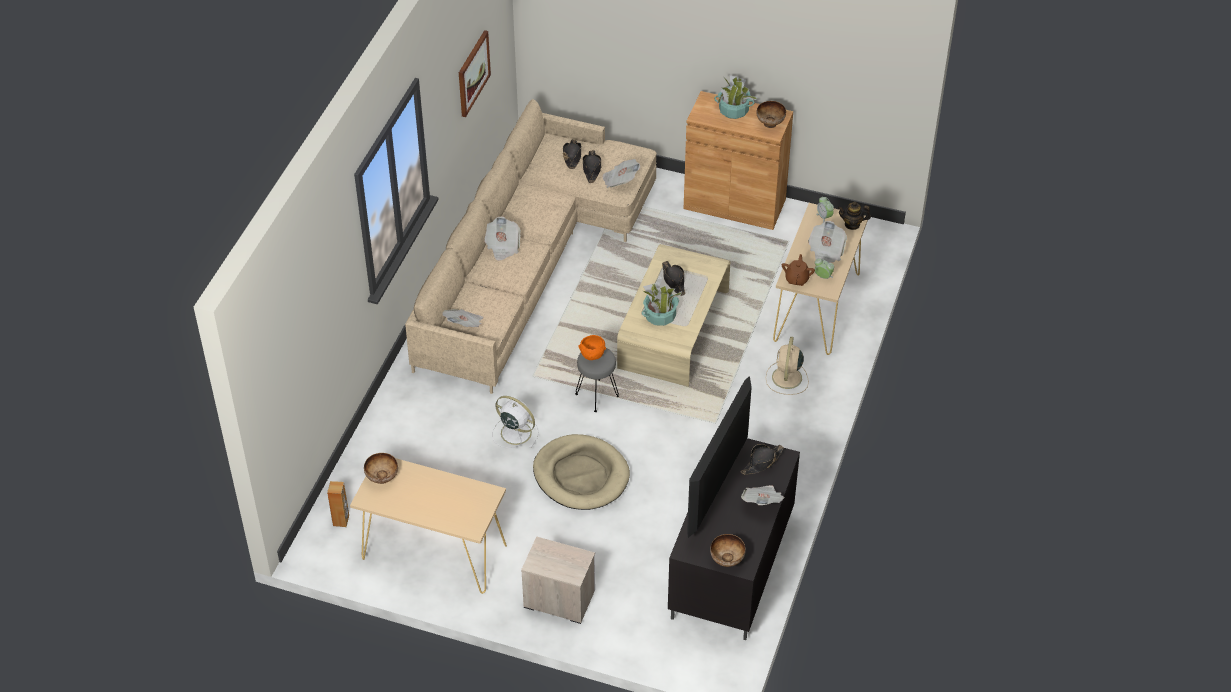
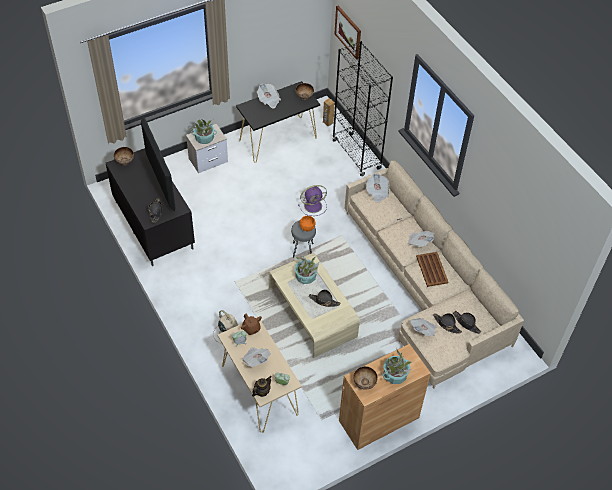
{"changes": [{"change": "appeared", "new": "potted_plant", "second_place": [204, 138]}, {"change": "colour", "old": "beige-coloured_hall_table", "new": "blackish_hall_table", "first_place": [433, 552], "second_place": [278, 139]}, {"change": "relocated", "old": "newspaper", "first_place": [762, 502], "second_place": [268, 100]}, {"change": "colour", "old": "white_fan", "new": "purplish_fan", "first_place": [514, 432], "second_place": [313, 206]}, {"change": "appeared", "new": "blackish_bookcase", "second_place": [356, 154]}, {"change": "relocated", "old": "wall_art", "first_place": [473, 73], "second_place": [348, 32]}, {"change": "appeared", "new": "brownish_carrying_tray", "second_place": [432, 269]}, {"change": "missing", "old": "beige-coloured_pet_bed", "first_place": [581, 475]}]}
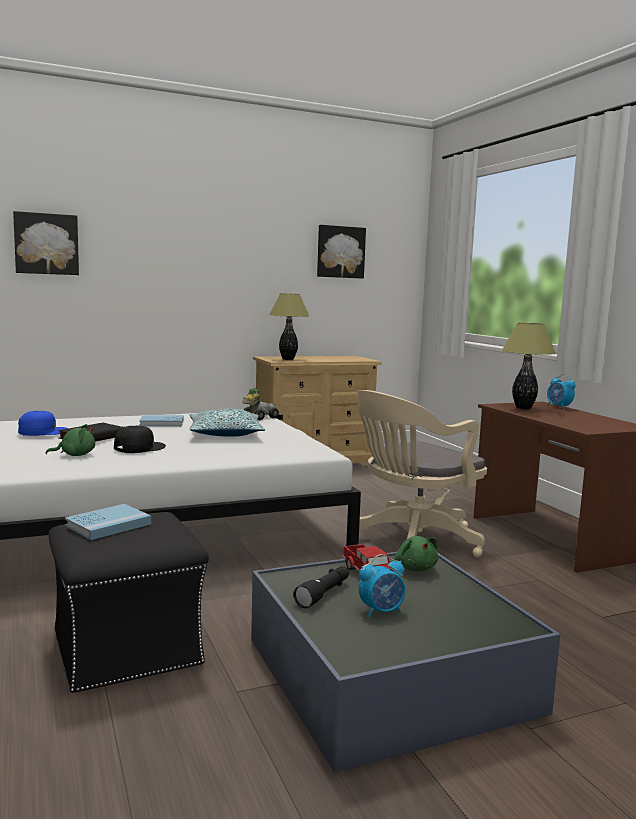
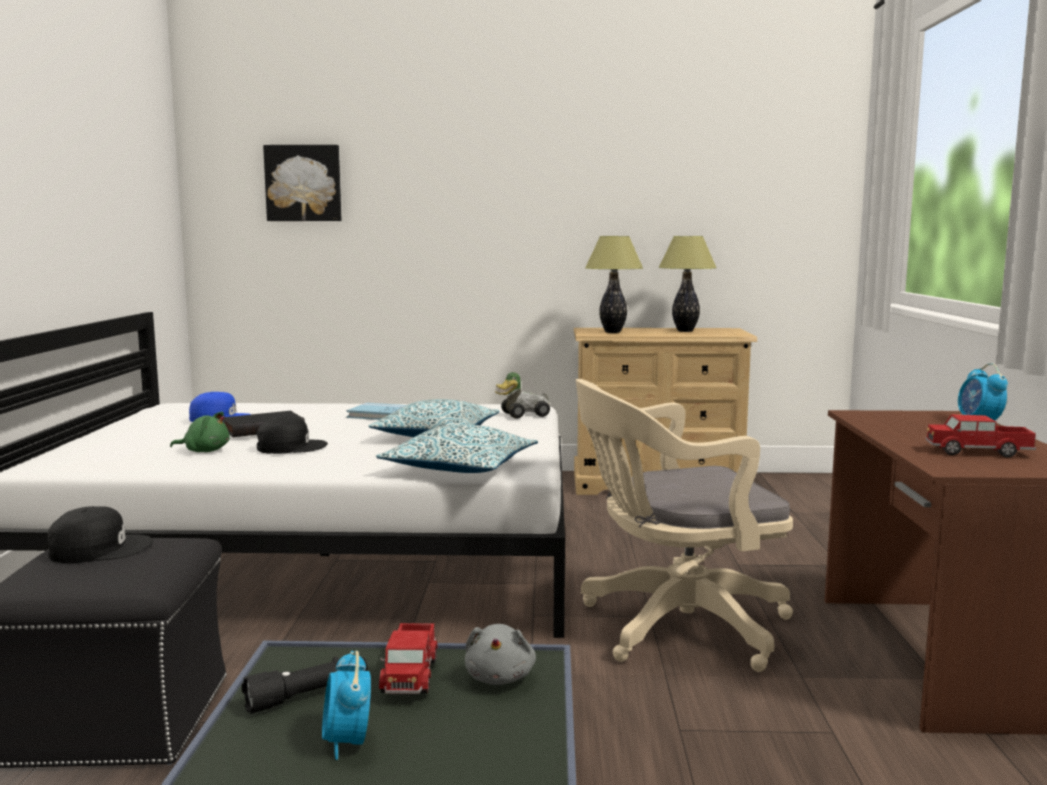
{"changes": [{"change": "exchanged", "old": "blue_volume", "new": "blackish_peaked_cap", "first_place": [108, 525], "second_place": [99, 548]}, {"change": "spun", "old": "alarm_clock", "first_place": [381, 611], "second_place": [347, 742], "degrees": 75}, {"change": "appeared", "new": "pillow", "second_place": [459, 468]}, {"change": "colour", "old": "green_plush_toy", "new": "greyish_plush_toy", "first_place": [414, 568], "second_place": [500, 677]}, {"change": "relocated", "old": "lamp_for_a_table", "first_place": [523, 408], "second_place": [685, 331]}, {"change": "appeared", "new": "toy_lorry", "second_place": [978, 452]}, {"change": "missing", "old": "wall_art", "first_place": [340, 252]}]}
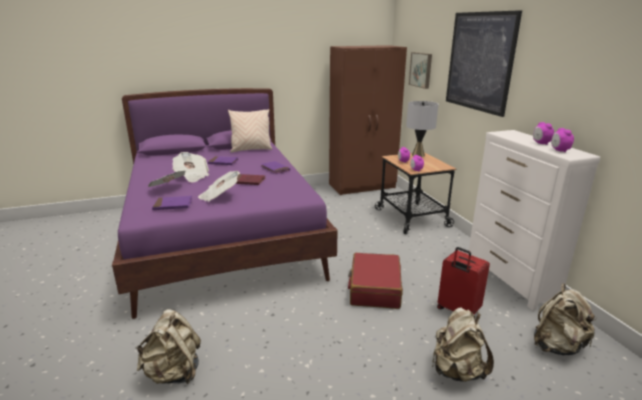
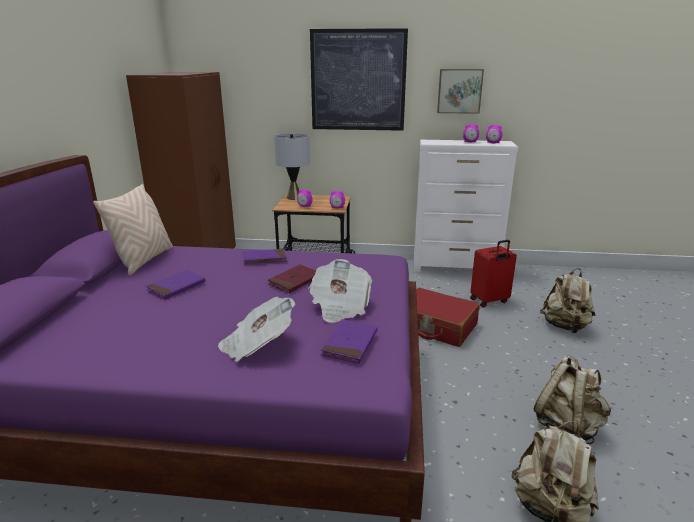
{"changes": [{"change": "relocated", "old": "wall_art", "first_place": [421, 70], "second_place": [459, 91]}, {"change": "relocated", "old": "beige-coloured_backpack", "first_place": [557, 346], "second_place": [567, 426]}, {"change": "missing", "old": "newspaper", "first_place": [192, 176]}]}
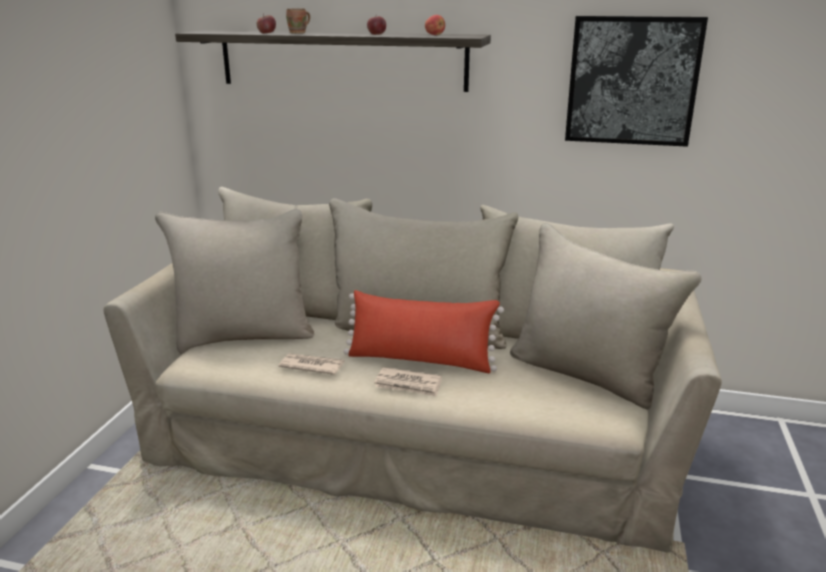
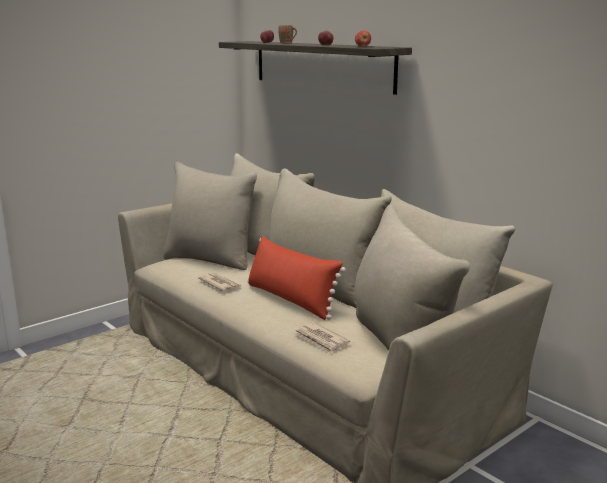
{"changes": [{"change": "relocated", "old": "newspaper", "first_place": [408, 385], "second_place": [321, 340]}, {"change": "missing", "old": "wall_art", "first_place": [632, 81]}]}
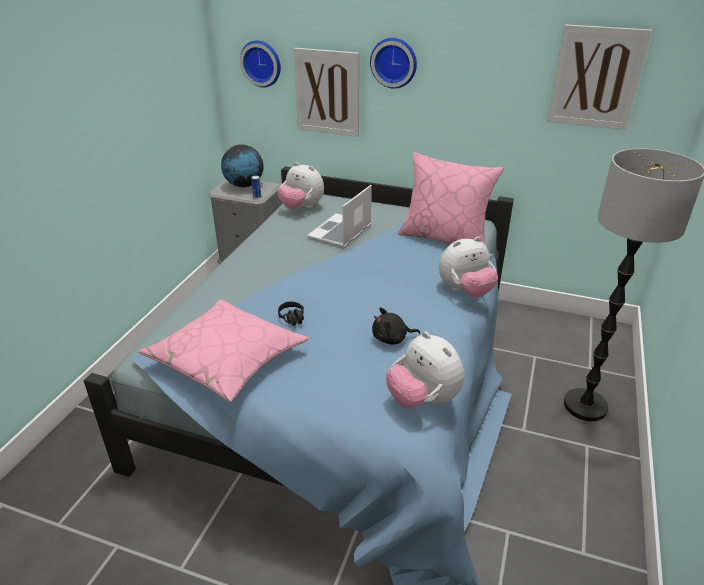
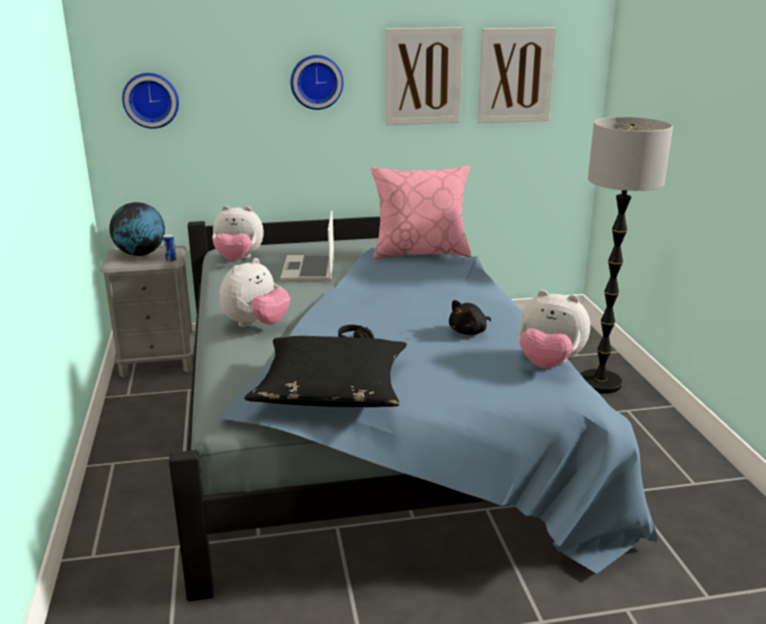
{"changes": [{"change": "relocated", "old": "plush_toy", "first_place": [465, 291], "second_place": [256, 325]}, {"change": "colour", "old": "pink-coloured_pillow", "new": "blackish_pillow", "first_place": [227, 359], "second_place": [331, 388]}, {"change": "relocated", "old": "wall_art", "first_place": [327, 92], "second_place": [423, 76]}]}
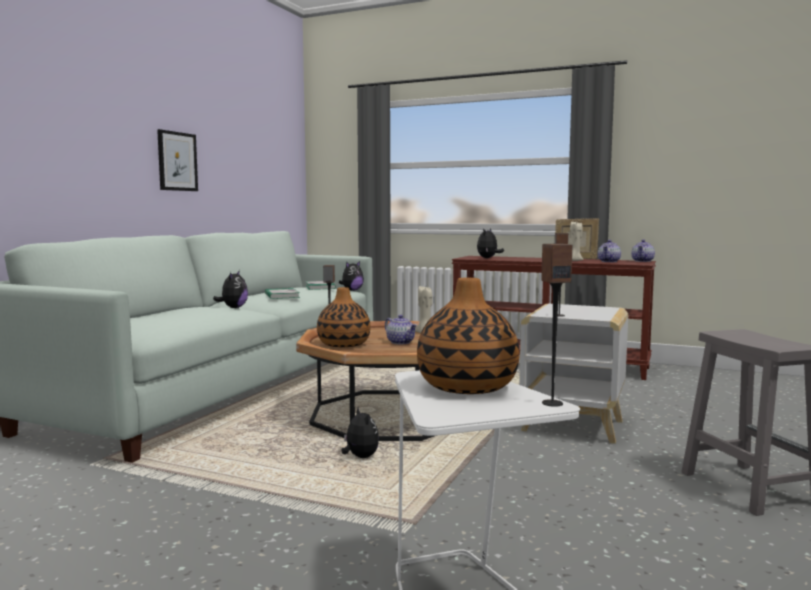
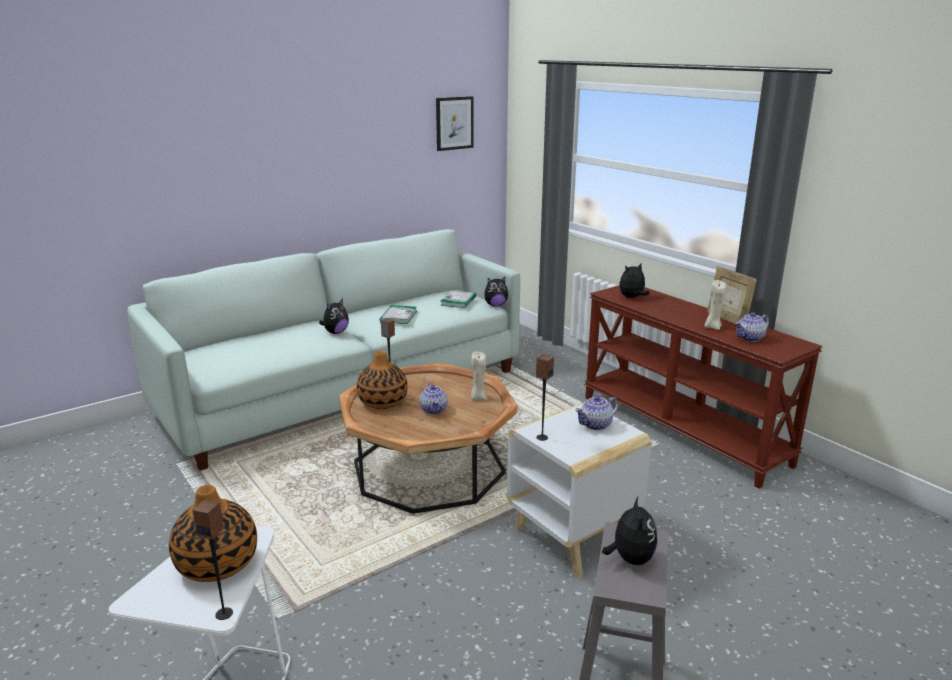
{"changes": [{"change": "relocated", "old": "wall_art", "first_place": [177, 161], "second_place": [454, 123]}, {"change": "relocated", "old": "teapot", "first_place": [643, 261], "second_place": [596, 425]}, {"change": "relocated", "old": "plush_toy", "first_place": [360, 457], "second_place": [630, 559]}]}
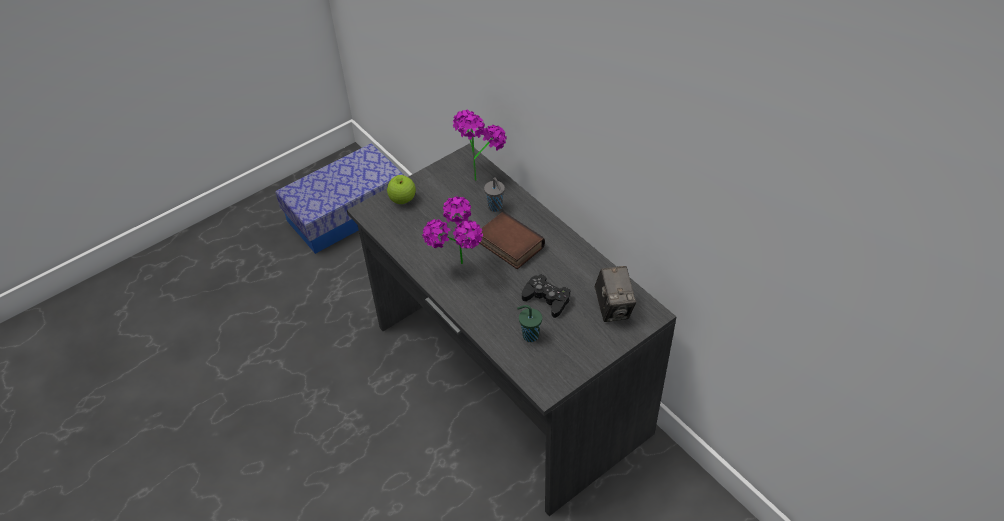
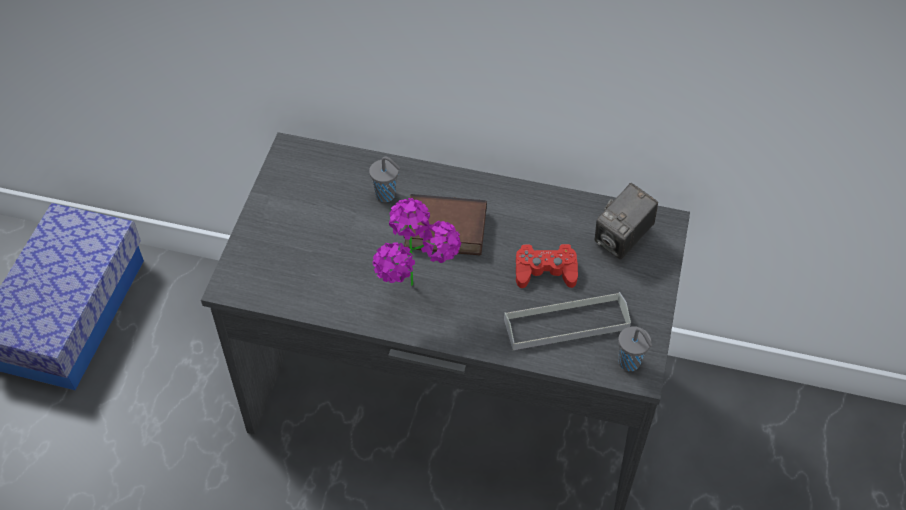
{"changes": [{"change": "exchanged", "old": "green_cup", "new": "greyish_carrying_tray", "first_place": [529, 335], "second_place": [566, 324]}, {"change": "colour", "old": "blackish_game_controller", "new": "red_game_controller", "first_place": [546, 299], "second_place": [545, 271]}, {"change": "spun", "old": "still_camera", "first_place": [613, 308], "second_place": [622, 239], "degrees": 90}, {"change": "appeared", "new": "greyish_cup", "second_place": [630, 363]}, {"change": "missing", "old": "apple_fruit", "first_place": [403, 199]}, {"change": "missing", "old": "potted_plant", "first_place": [479, 174]}]}
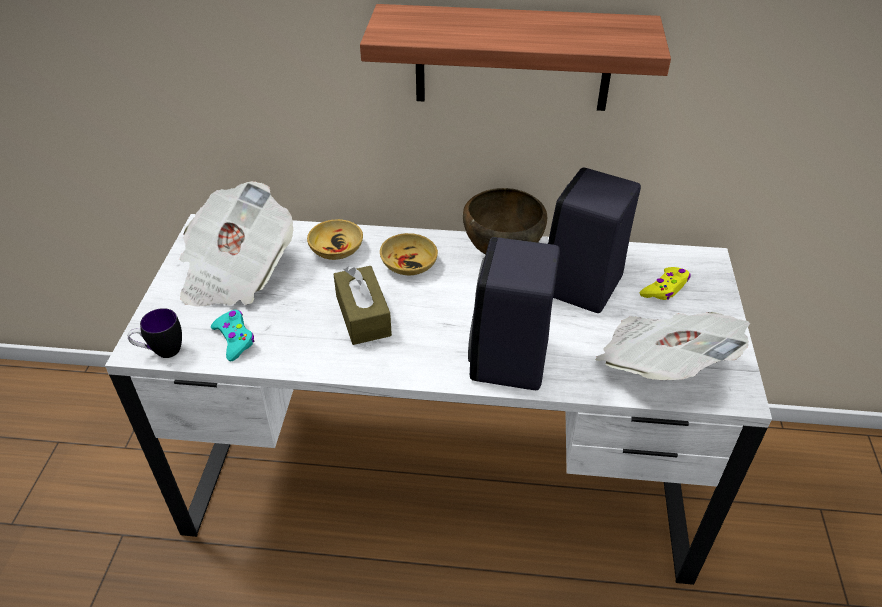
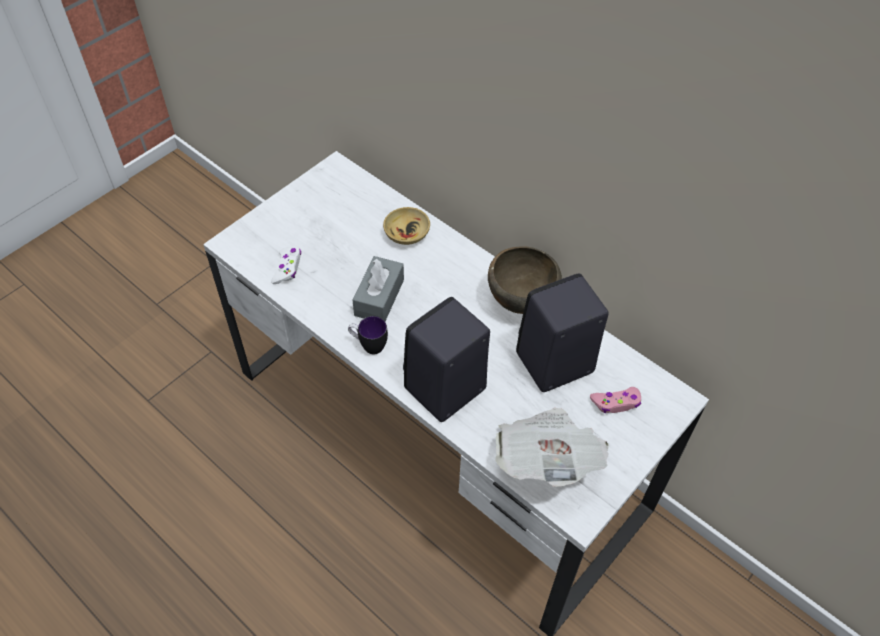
{"changes": [{"change": "colour", "old": "blue-green_game_controller", "new": "white_game_controller", "first_place": [234, 339], "second_place": [287, 268]}, {"change": "relocated", "old": "coffee_mug", "first_place": [161, 352], "second_place": [368, 345]}, {"change": "colour", "old": "brownish_box_of_tissues", "new": "greyish_box_of_tissues", "first_place": [363, 316], "second_place": [379, 297]}, {"change": "colour", "old": "yellowish_game_controller", "new": "pink-coloured_game_controller", "first_place": [665, 289], "second_place": [616, 403]}, {"change": "missing", "old": "newspaper", "first_place": [236, 272]}, {"change": "missing", "old": "shelf", "first_place": [513, 58]}, {"change": "missing", "old": "beige-coloured_bowl", "first_place": [409, 264]}]}
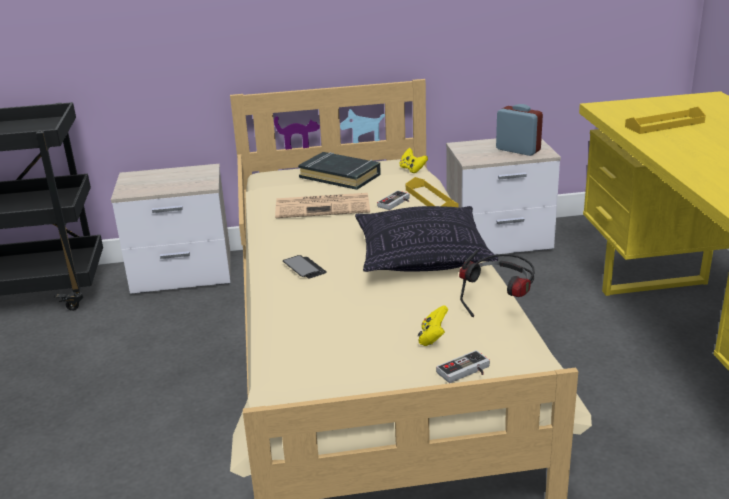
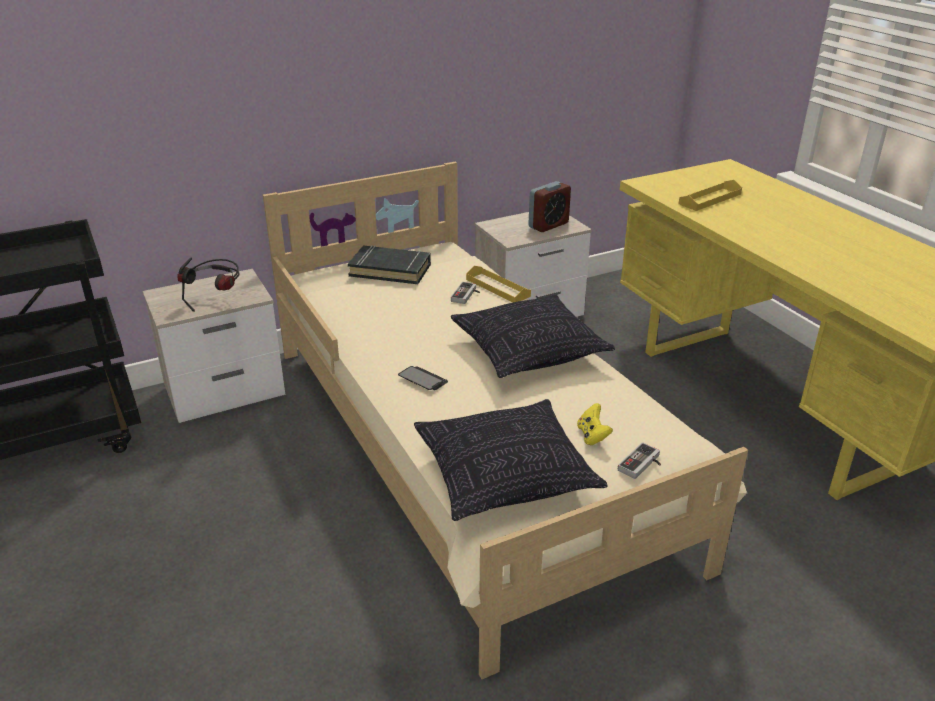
{"changes": [{"change": "relocated", "old": "headset", "first_place": [500, 307], "second_place": [217, 302]}, {"change": "appeared", "new": "pillow", "second_place": [505, 476]}, {"change": "spun", "old": "alarm_clock", "first_place": [518, 150], "second_place": [548, 225], "degrees": 120}, {"change": "missing", "old": "newspaper", "first_place": [324, 206]}, {"change": "missing", "old": "yellowish_game_controller", "first_place": [412, 169]}]}
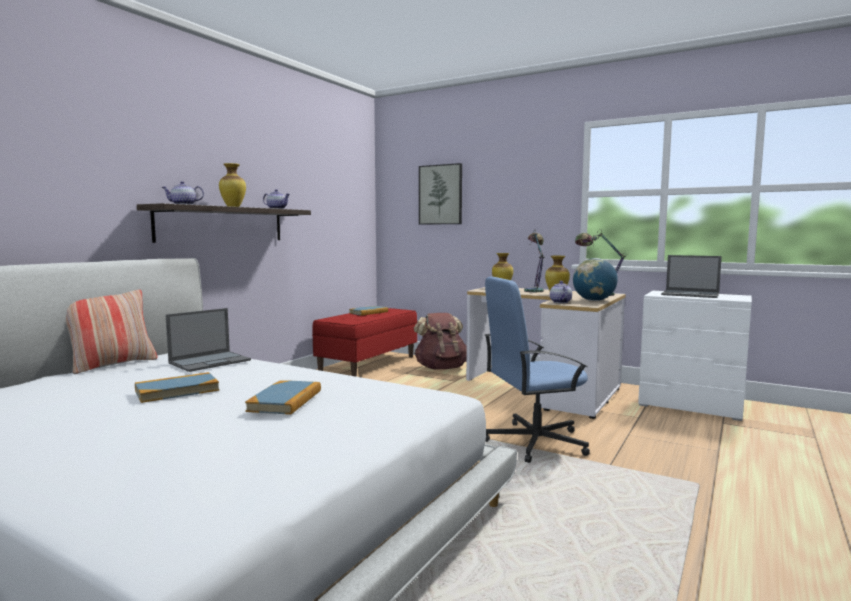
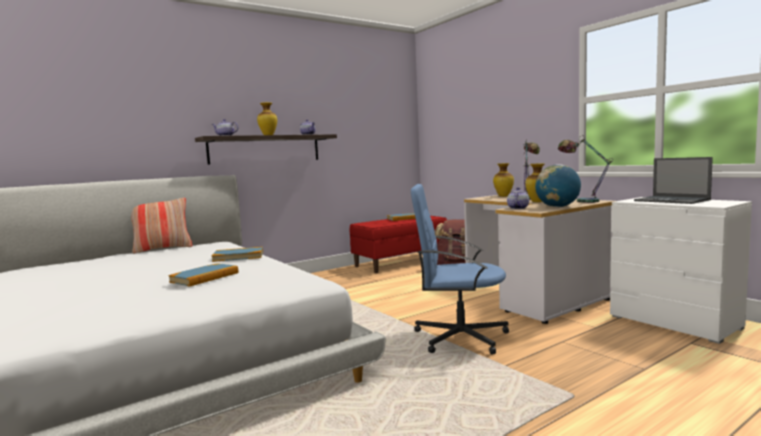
{"changes": [{"change": "relocated", "old": "volume", "first_place": [177, 390], "second_place": [238, 256]}, {"change": "missing", "old": "notebook_computer", "first_place": [210, 361]}, {"change": "missing", "old": "wall_art", "first_place": [440, 194]}]}
